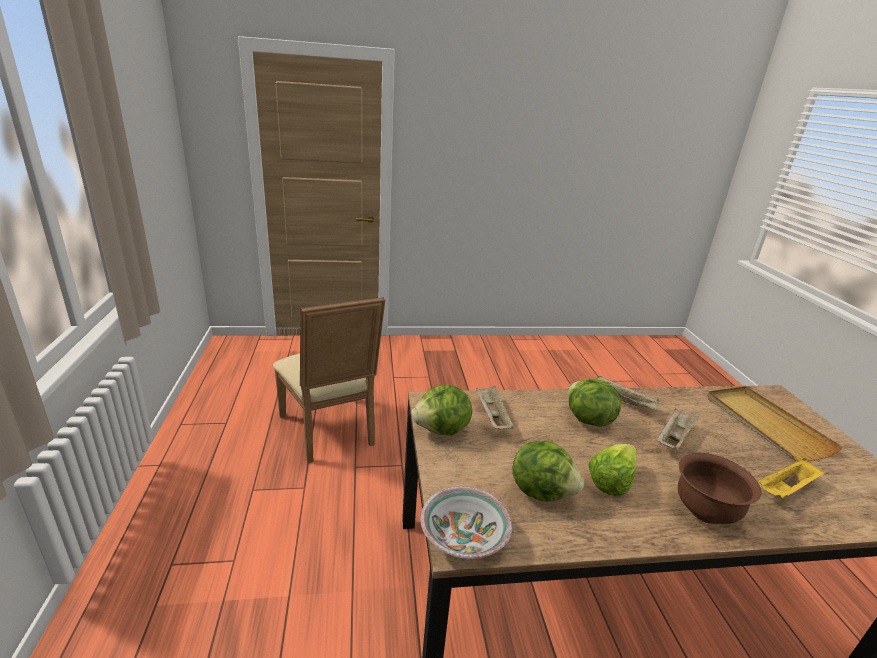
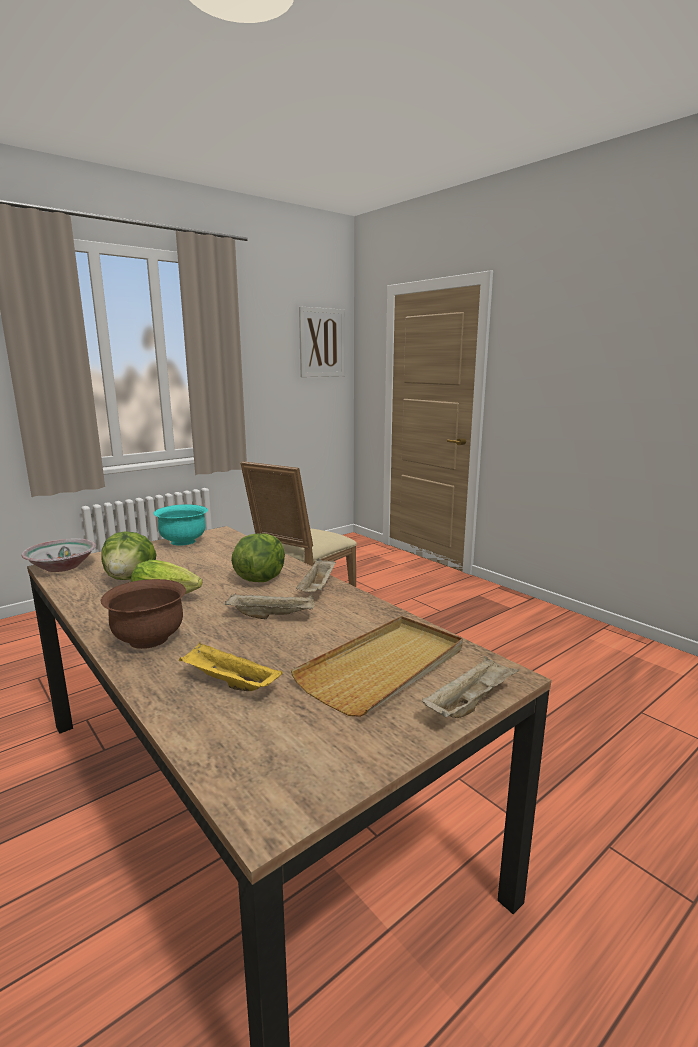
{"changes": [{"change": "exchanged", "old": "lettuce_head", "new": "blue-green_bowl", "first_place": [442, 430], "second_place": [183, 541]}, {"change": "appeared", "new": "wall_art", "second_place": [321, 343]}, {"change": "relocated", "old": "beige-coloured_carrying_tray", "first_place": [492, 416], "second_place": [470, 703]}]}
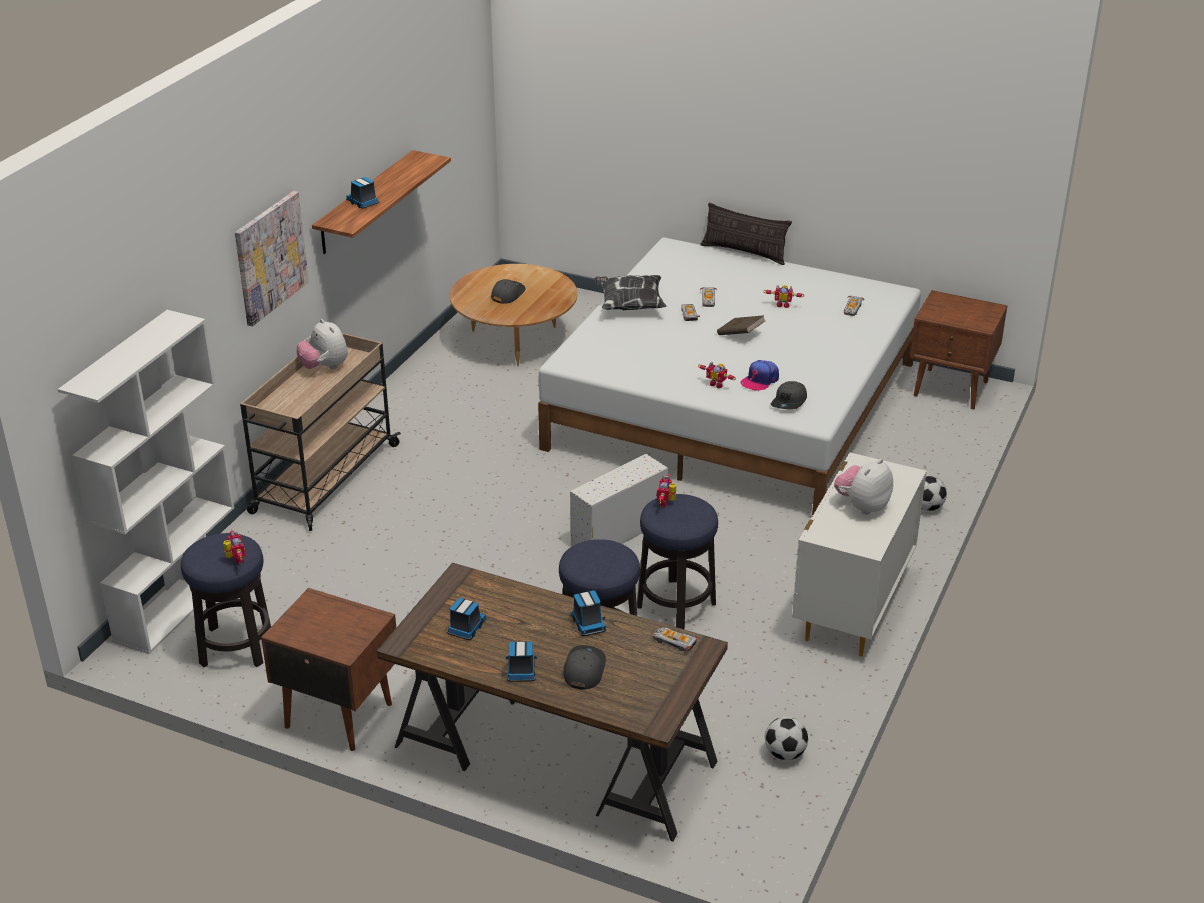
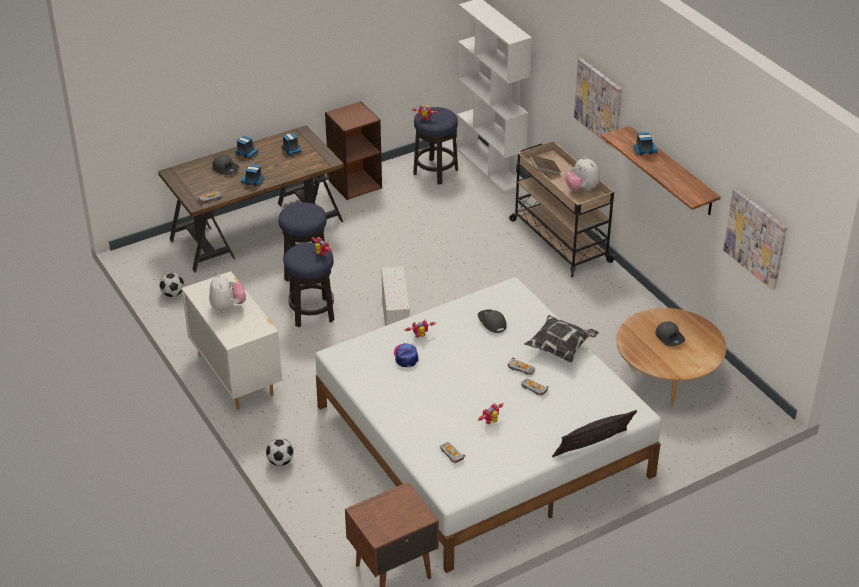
{"changes": [{"change": "exchanged", "old": "brownish_night_table", "new": "brownish_bookcase", "first_place": [337, 714], "second_place": [354, 184]}, {"change": "relocated", "old": "greyish_peaked_cap", "first_place": [789, 402], "second_place": [491, 322]}, {"change": "relocated", "old": "brownish_volume", "first_place": [740, 335], "second_place": [544, 171]}, {"change": "spun", "old": "plush_toy", "first_place": [324, 367], "second_place": [582, 189], "degrees": -120}, {"change": "appeared", "new": "wall_art", "second_place": [756, 238]}]}
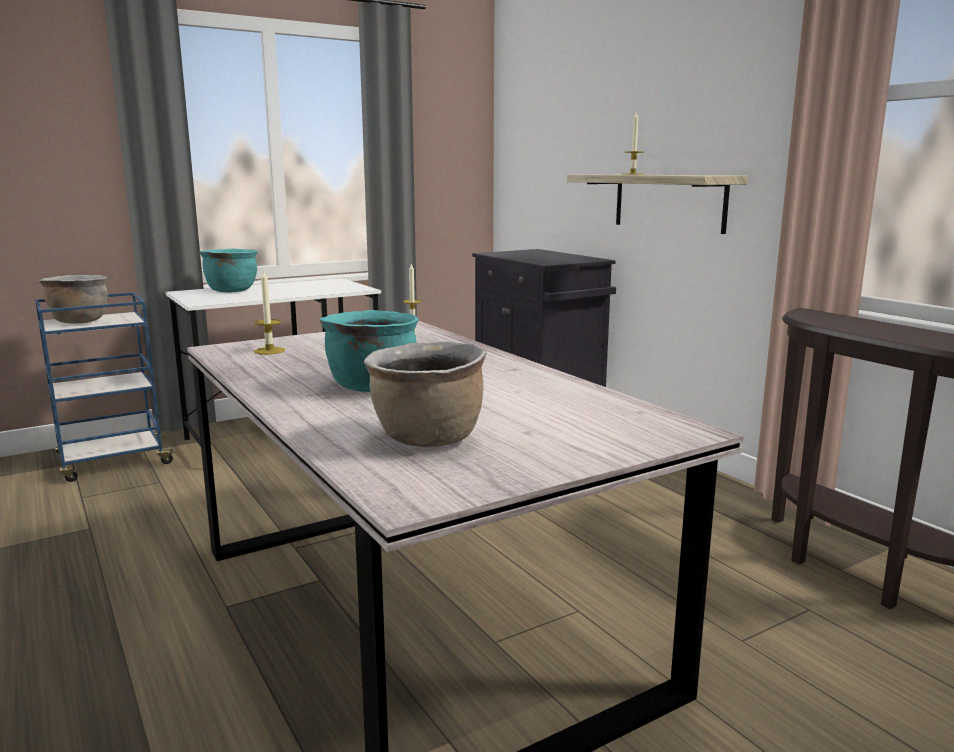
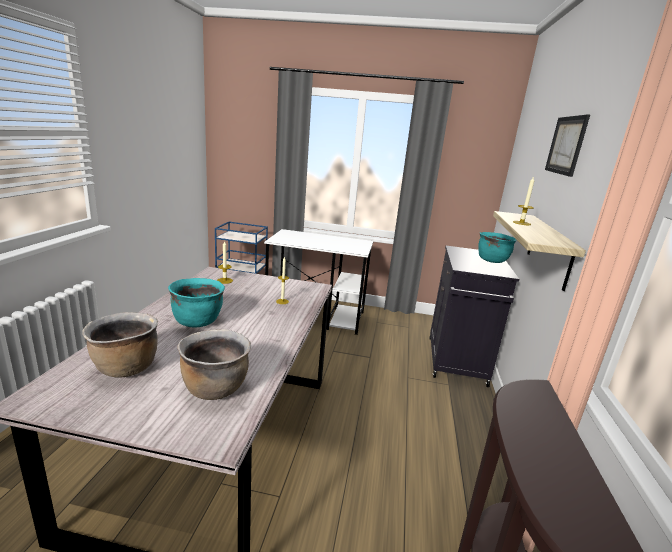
{"changes": [{"change": "relocated", "old": "brownish_cooking_pot", "first_place": [79, 321], "second_place": [215, 388]}, {"change": "relocated", "old": "blue-green_cooking_pot", "first_place": [231, 291], "second_place": [492, 260]}, {"change": "appeared", "new": "wall_art", "second_place": [566, 145]}]}
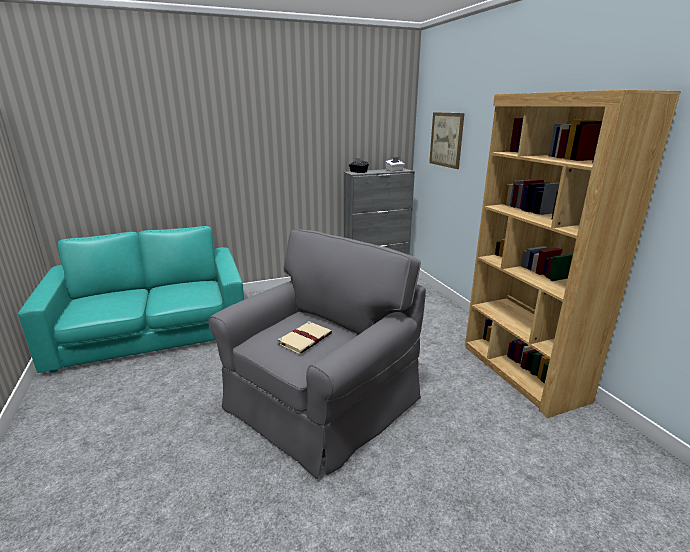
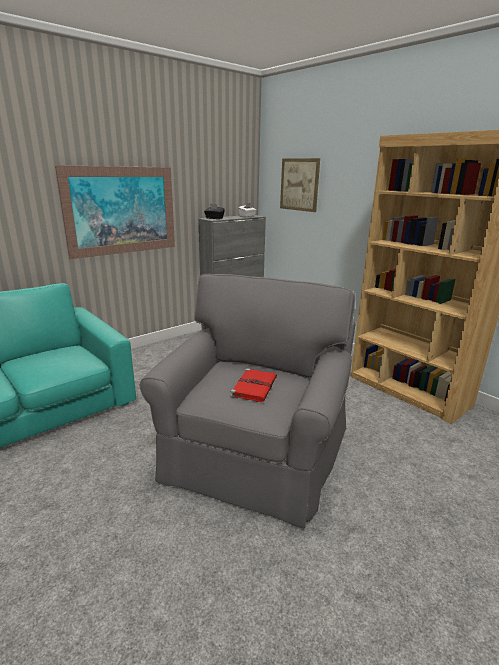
{"changes": [{"change": "appeared", "new": "wall_art", "second_place": [121, 211]}, {"change": "colour", "old": "beige-coloured_volume", "new": "red_volume", "first_place": [305, 339], "second_place": [254, 386]}]}
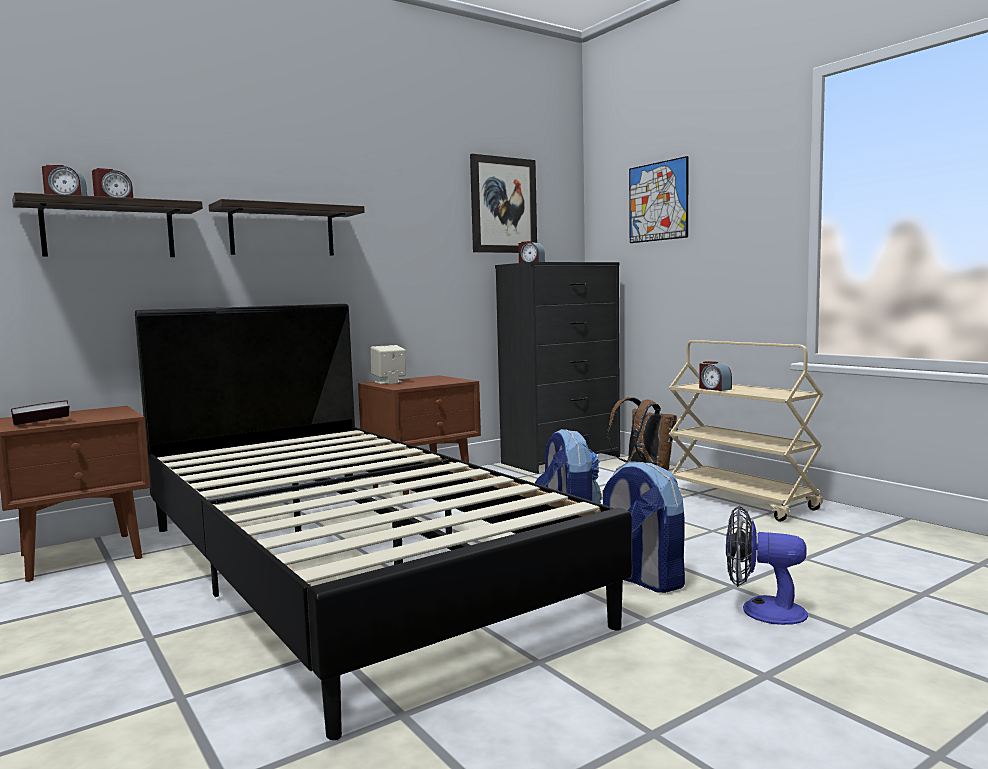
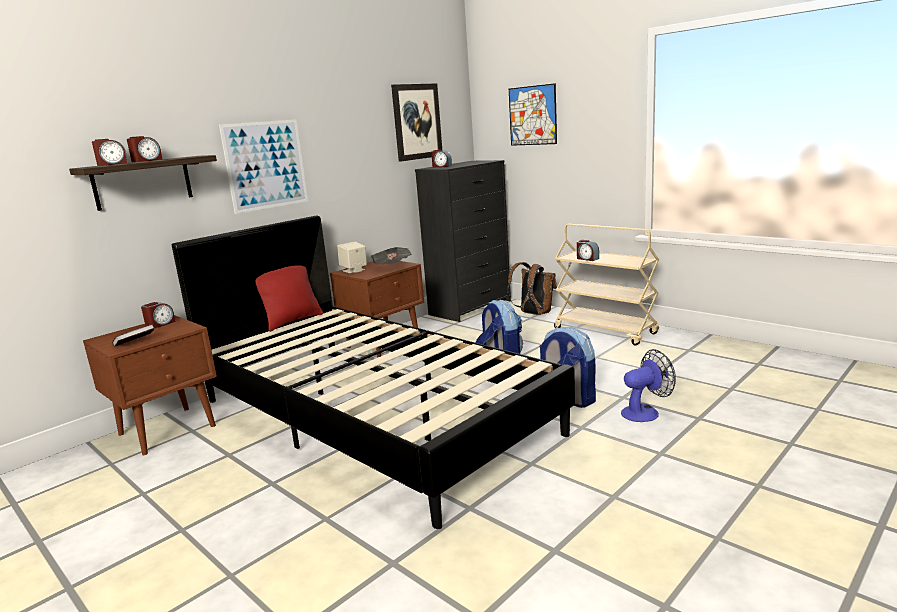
{"changes": [{"change": "appeared", "new": "alarm_clock", "second_place": [160, 324]}, {"change": "exchanged", "old": "shelf", "new": "wall_art", "first_place": [282, 231], "second_place": [265, 165]}, {"change": "appeared", "new": "red_pillow", "second_place": [292, 321]}, {"change": "appeared", "new": "newspaper", "second_place": [392, 267]}, {"change": "spun", "old": "fan", "first_place": [761, 610], "second_place": [645, 412], "degrees": 150}]}
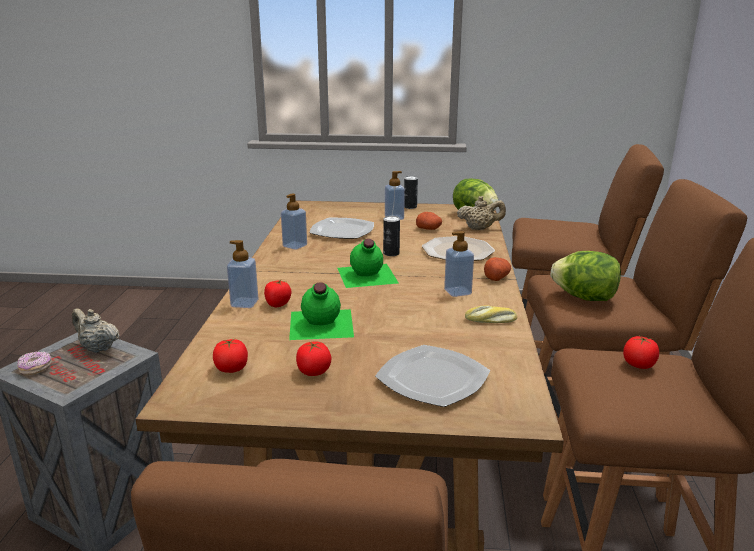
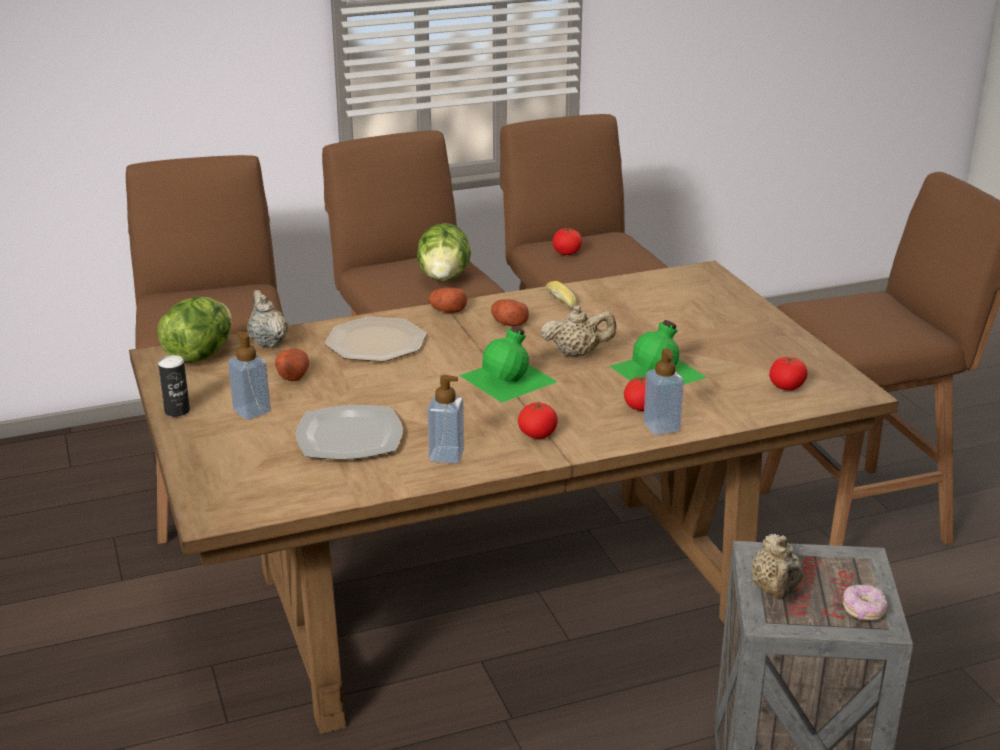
{"changes": [{"change": "exchanged", "old": "soap_dispenser", "new": "whole_potato", "first_place": [457, 292], "second_place": [508, 323]}, {"change": "relocated", "old": "fresh_tomato", "first_place": [313, 371], "second_place": [537, 434]}, {"change": "appeared", "new": "beige-coloured_teapot", "second_place": [577, 353]}, {"change": "missing", "old": "plate", "first_place": [431, 379]}, {"change": "missing", "old": "metal_can", "first_place": [391, 253]}]}
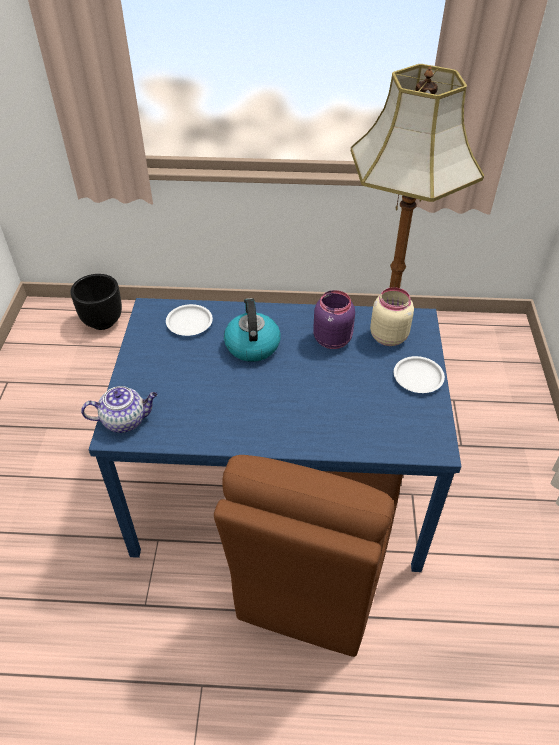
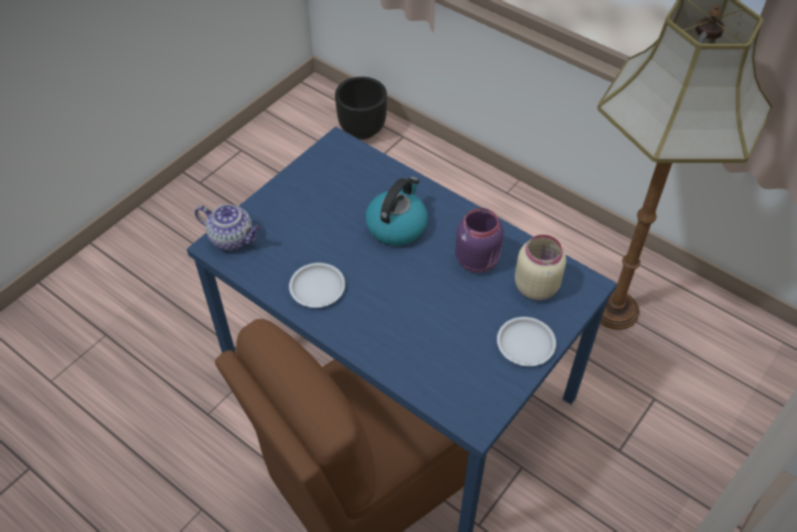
{"changes": [{"change": "relocated", "old": "white_plate", "first_place": [189, 322], "second_place": [318, 287]}]}
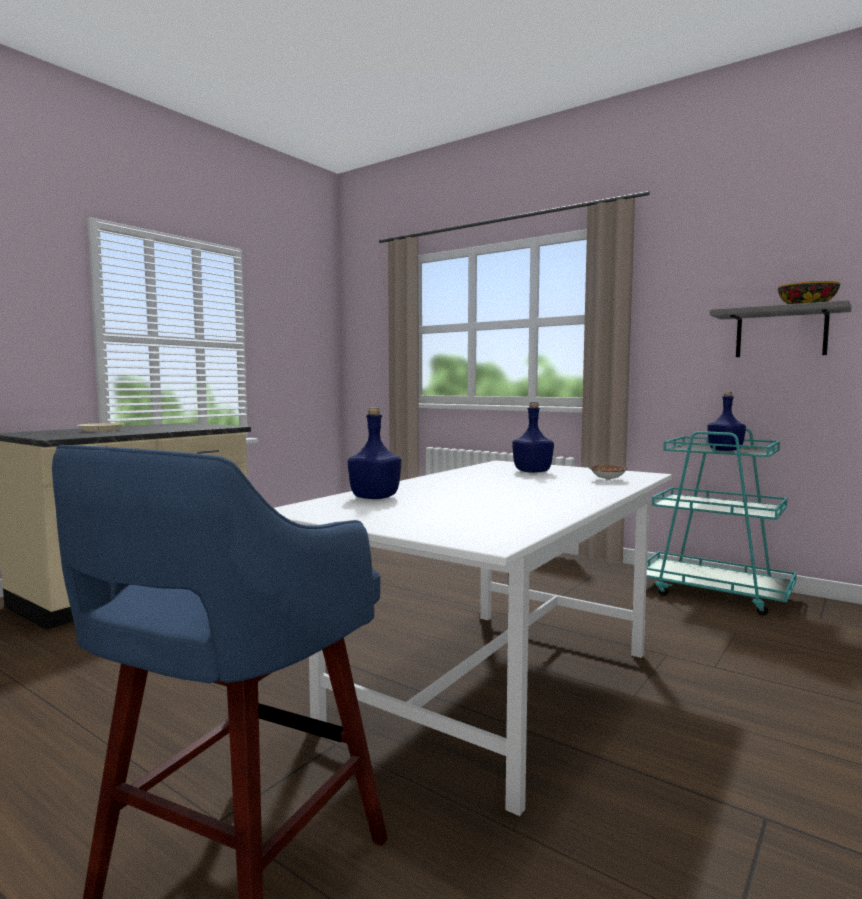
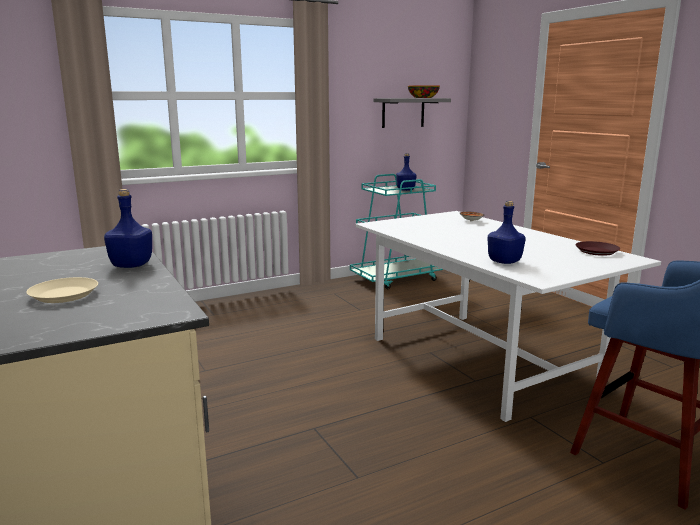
{"changes": [{"change": "relocated", "old": "blue_beverage_bottle", "first_place": [533, 472], "second_place": [132, 265]}, {"change": "appeared", "new": "brownish_plate", "second_place": [596, 251]}]}
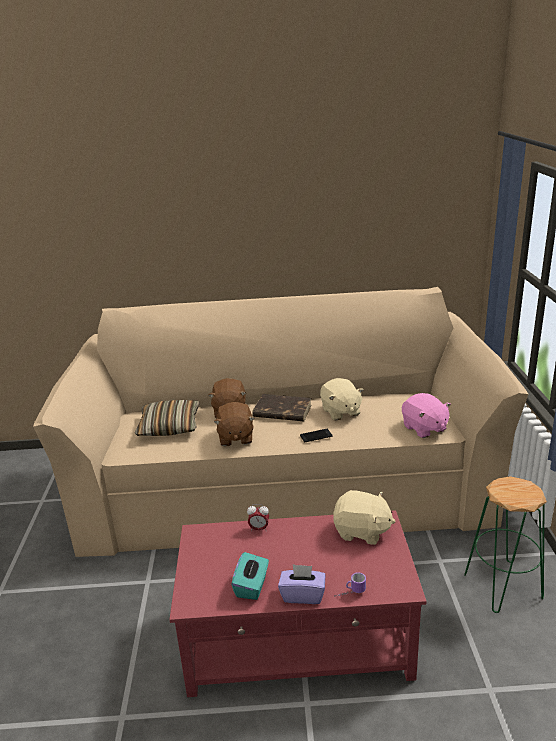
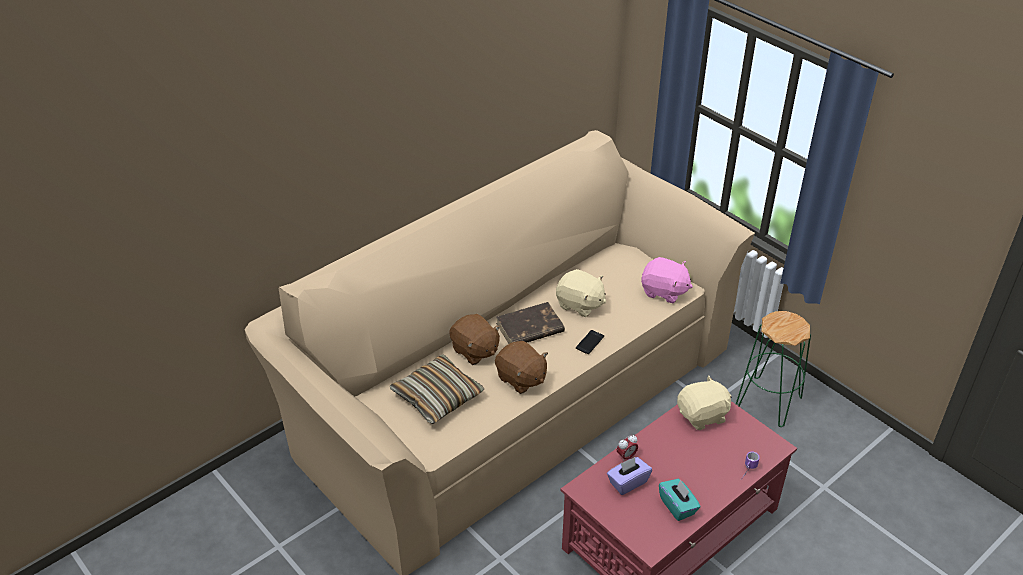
{"changes": [{"change": "relocated", "old": "purplish_box_of_tissues", "first_place": [302, 595], "second_place": [628, 482]}]}
